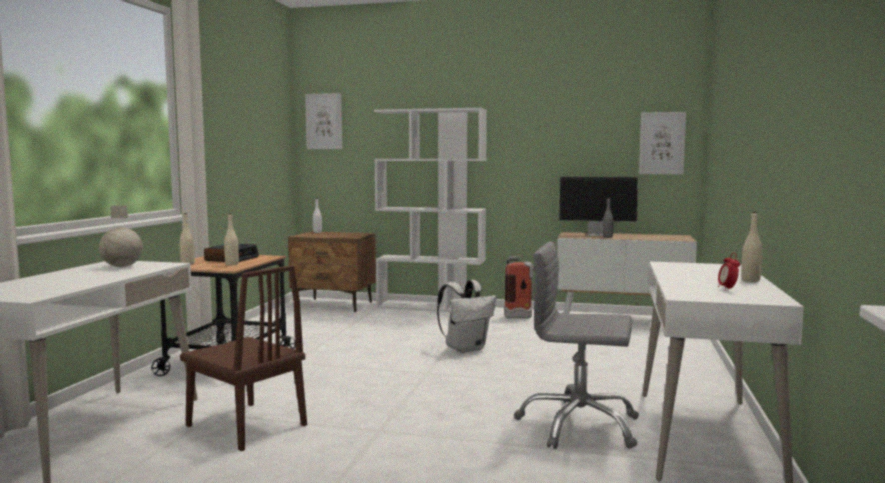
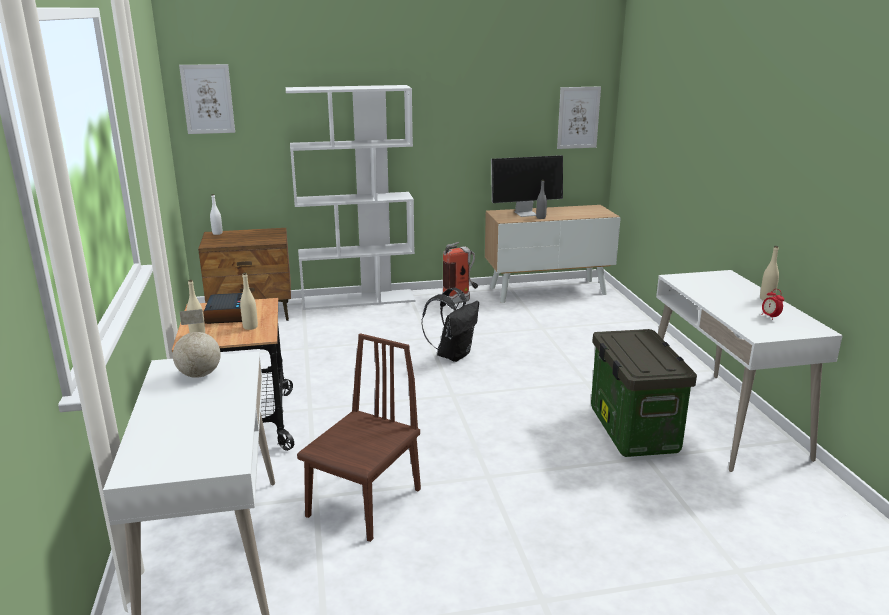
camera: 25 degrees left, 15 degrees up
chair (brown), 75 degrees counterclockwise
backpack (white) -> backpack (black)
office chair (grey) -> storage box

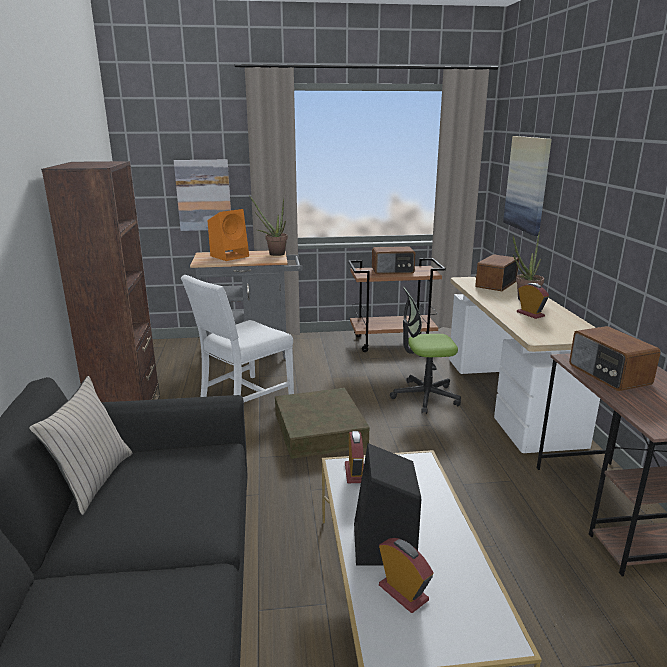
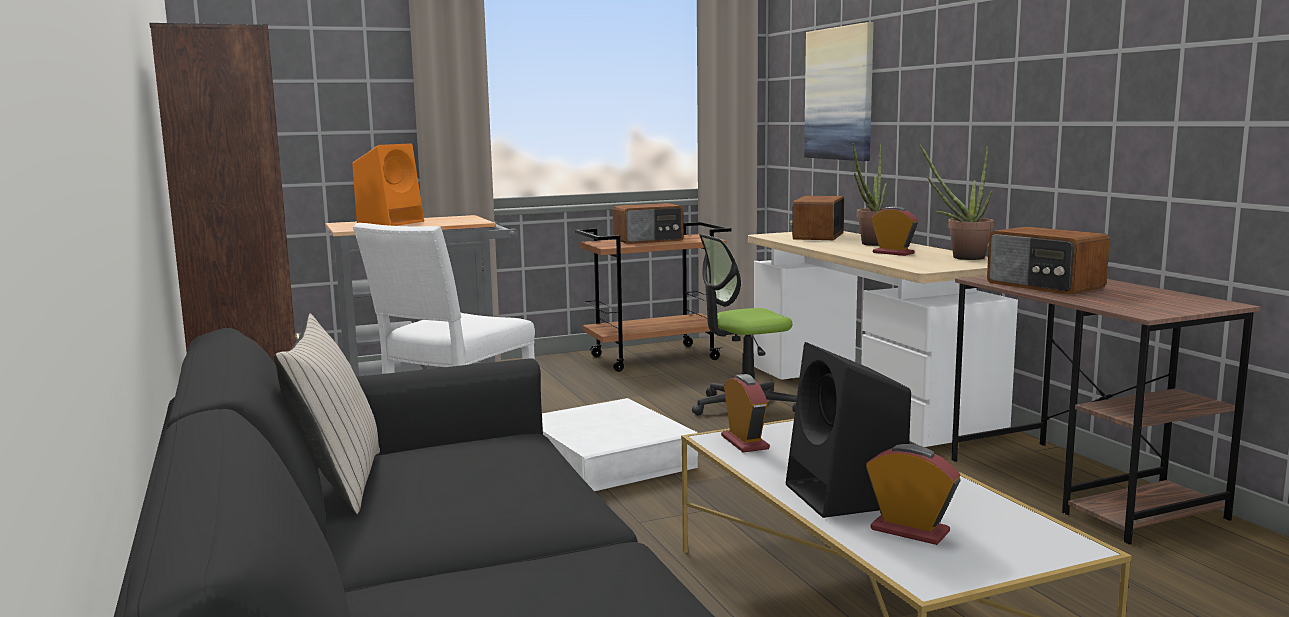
camera: 15 degrees left, 10 degrees down
storage box (brown) -> storage box (white)
potted plant (no. 1 from left in the first image) -> potted plant (no. 2 from left), shifted
picture (no. 1 from left) -> none

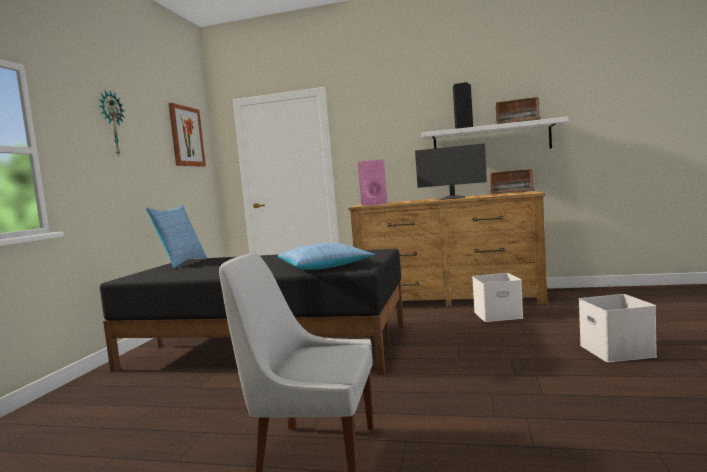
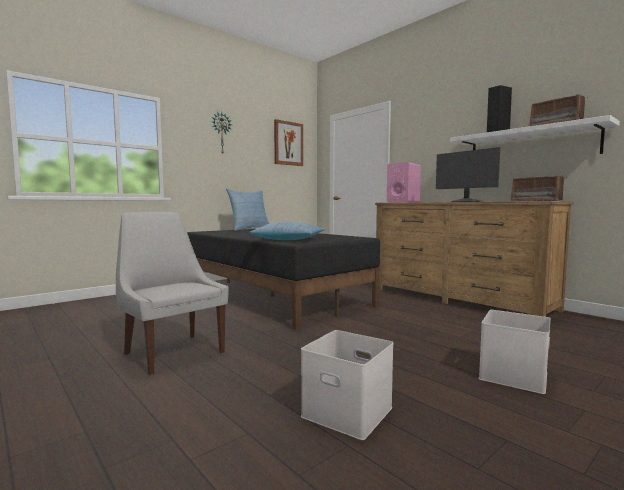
camera: 35 degrees right, 0 degrees up
storage box (white) (no. 1 from left), shifted

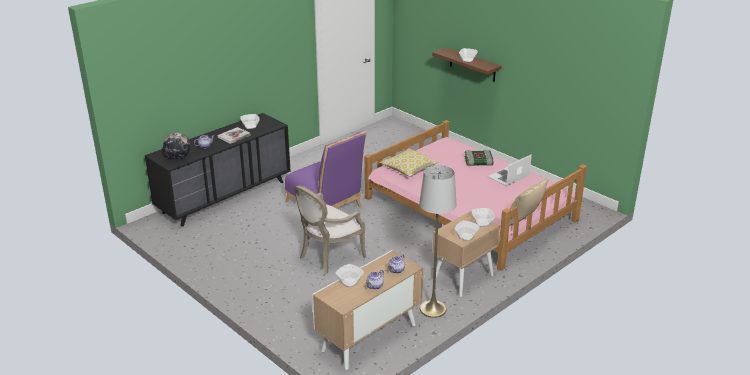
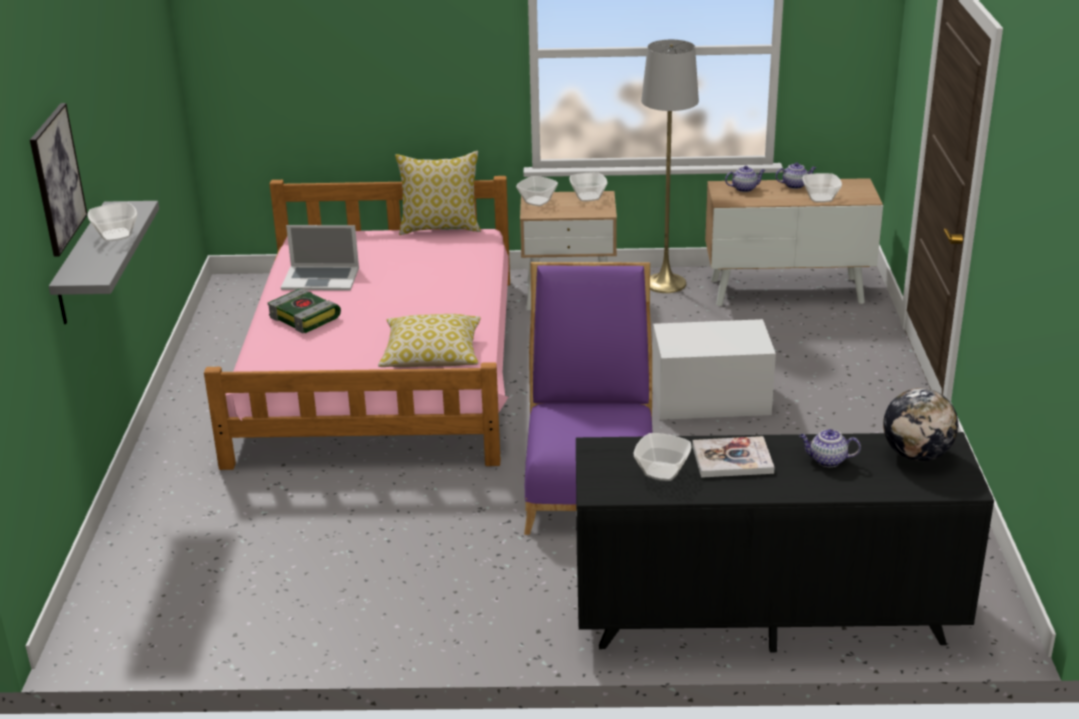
camera: 135 degrees left, 0 degrees up
none -> picture
shelf (brown) -> shelf (grey)
armchair -> storage box (white)

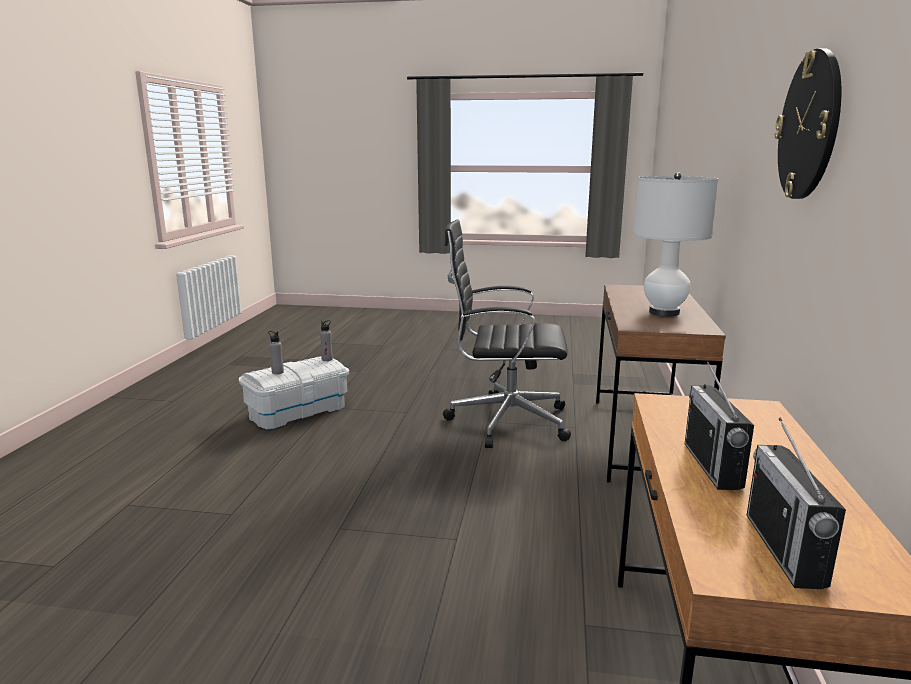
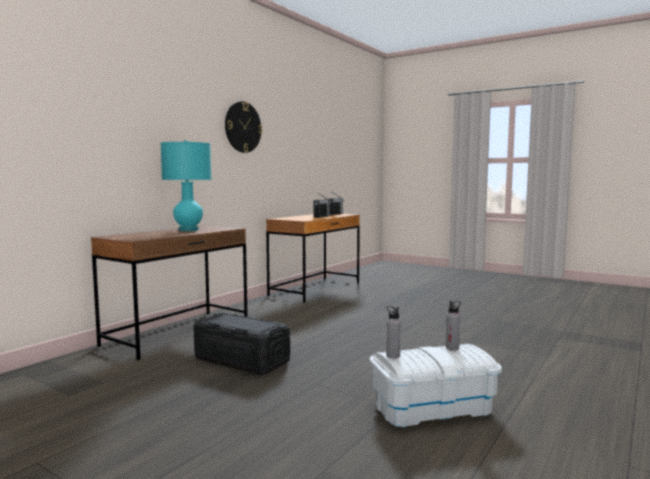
camera: 155 degrees left, 10 degrees down
table lamp (white) -> table lamp (turquoise)
office chair (black) -> storage box (black)

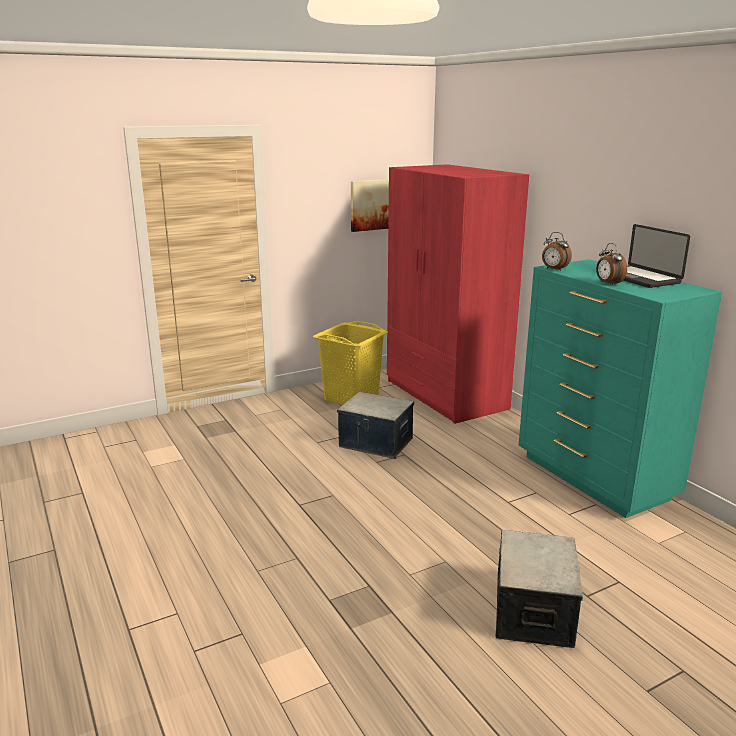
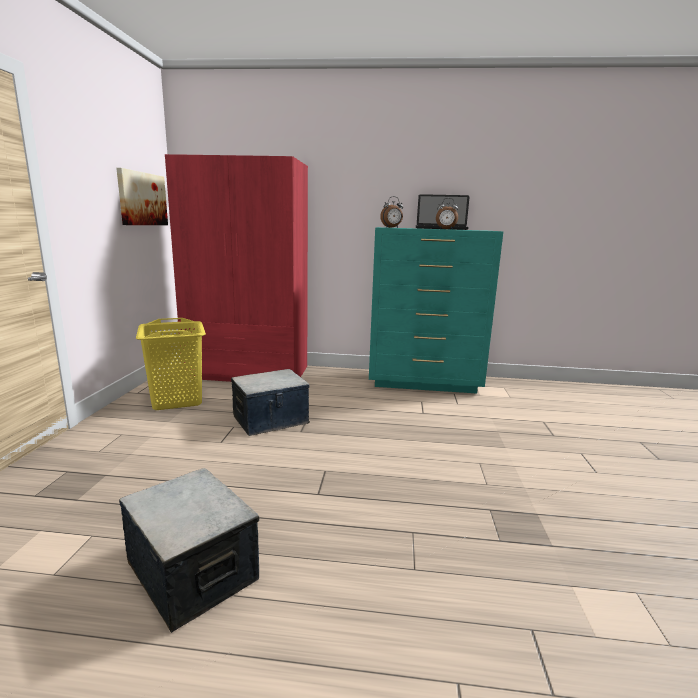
camera: 55 degrees left, 5 degrees down
storage box (no. 2 from left in the first image) -> storage box (no. 1 from left), shifted

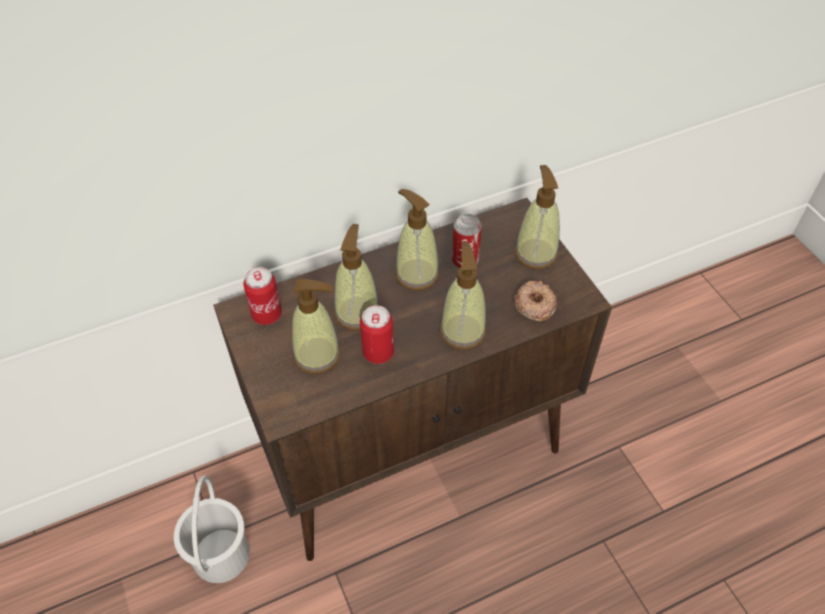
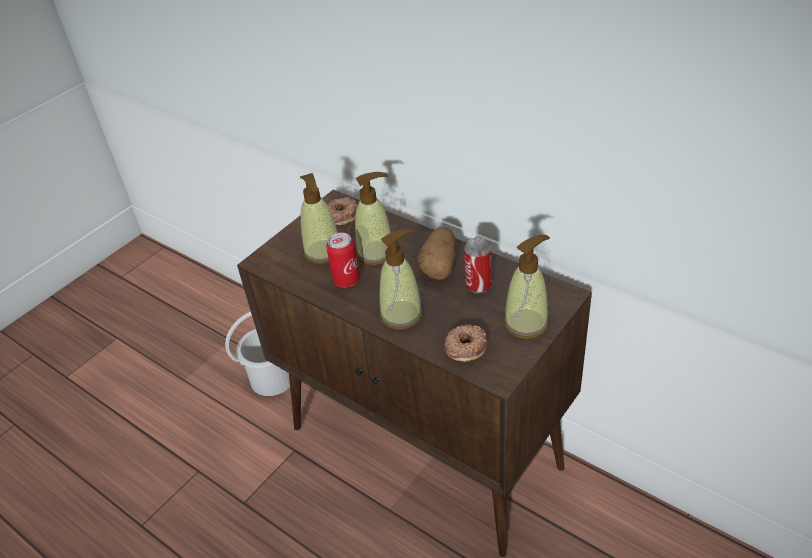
camera: 65 degrees right, 10 degrees down
can (no. 1 from left) -> donut (no. 1 from left)
soap dispenser (no. 3 from left) -> potato

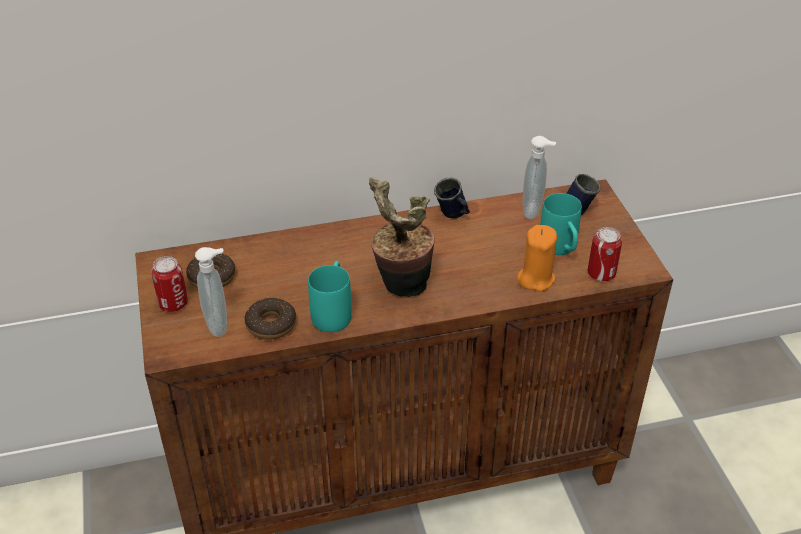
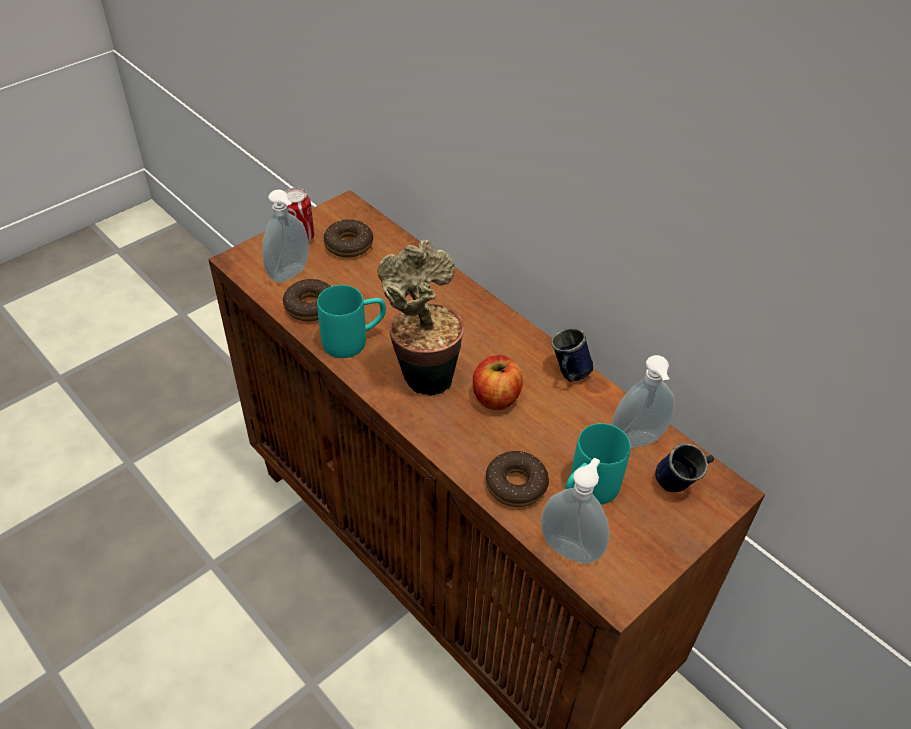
camera: 60 degrees right, 5 degrees up
none -> apple
candle (orange) -> donut (no. 3 from left)
can (no. 2 from left) -> soap dispenser (no. 2 from left)

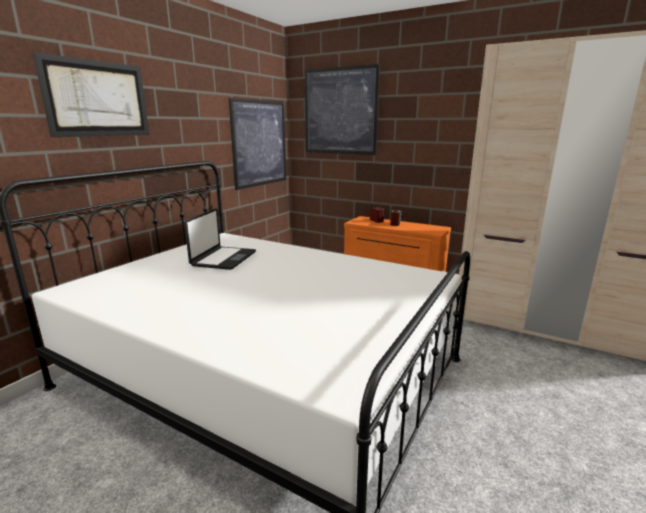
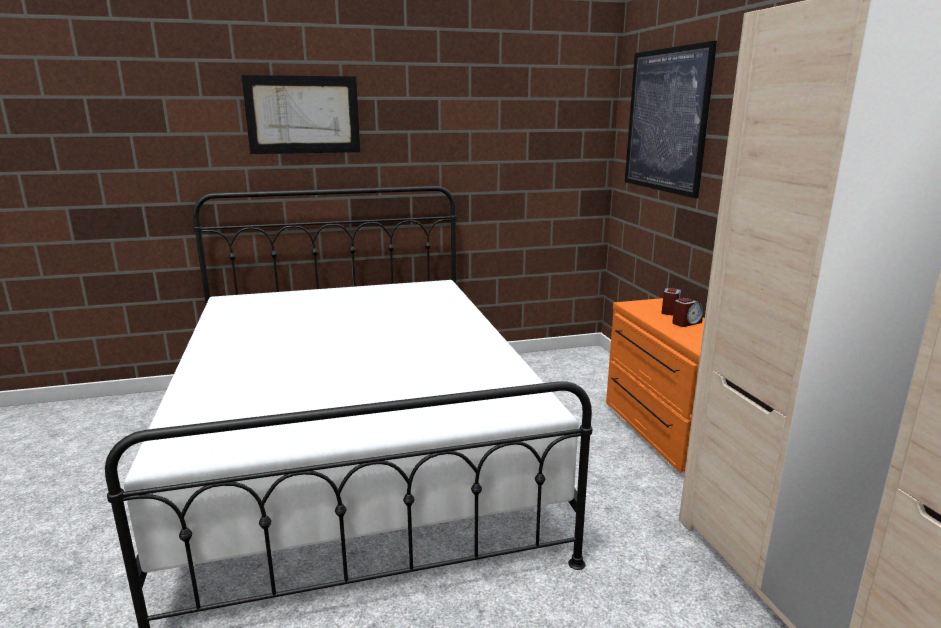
camera: 45 degrees right, 0 degrees up
laptop -> none
picture (no. 2 from left) -> none

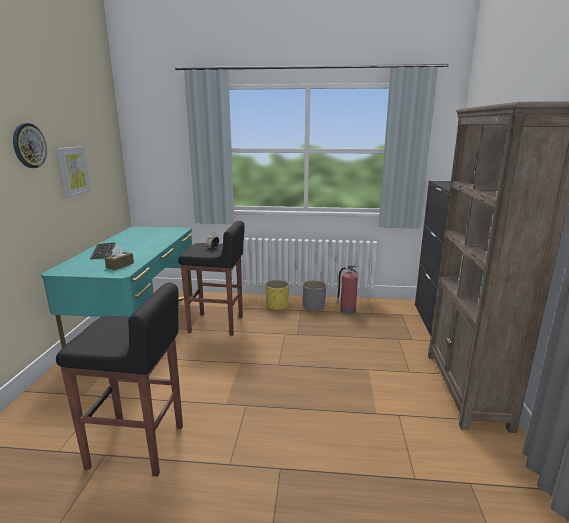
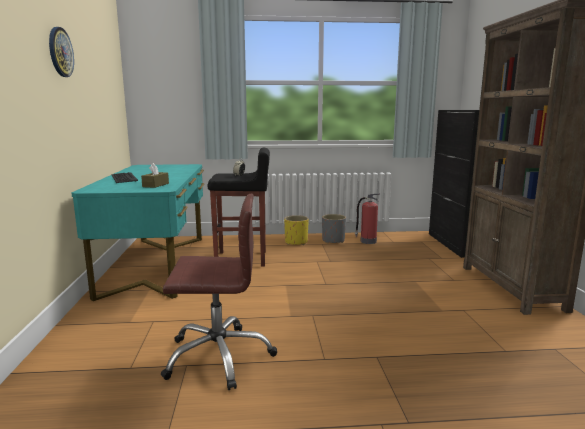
camera: 10 degrees left, 5 degrees down
stool (black) (no. 1 from left) -> office chair (brown)
picture -> none

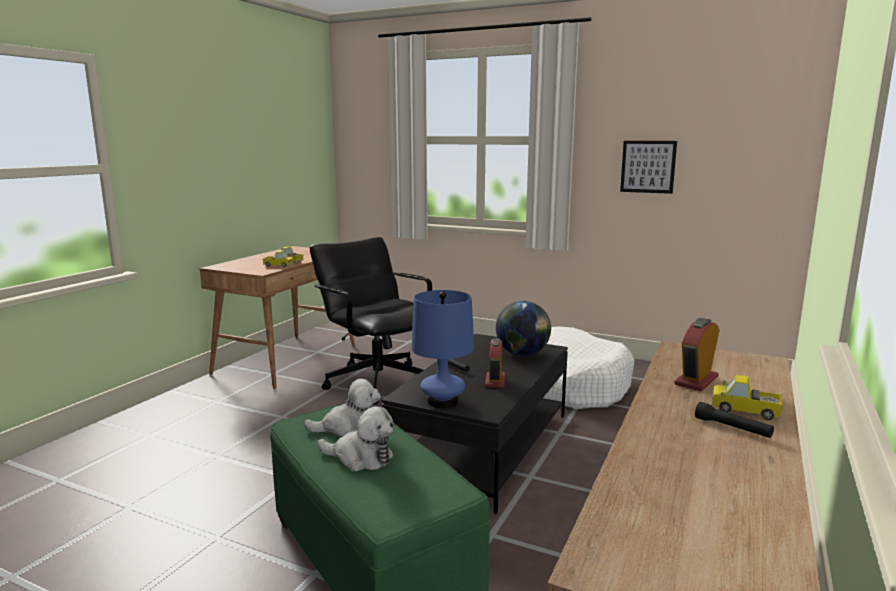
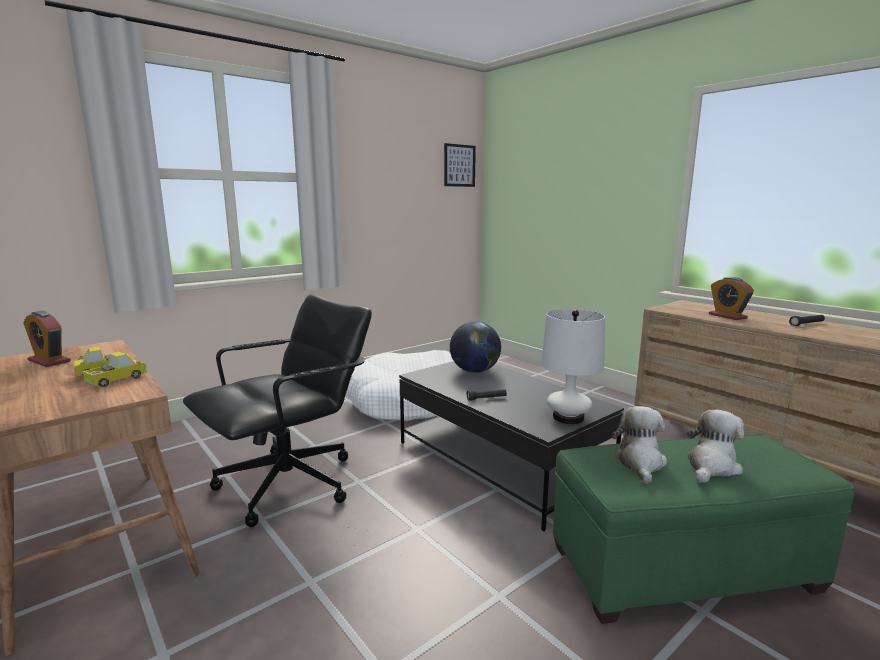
camera: 65 degrees left, 0 degrees up
alarm clock (no. 1 from left), shifted
office chair (black), 150 degrees clockwise
picture, shifted
table lamp (blue) -> table lamp (white)
toy truck (no. 3 from left) -> none

